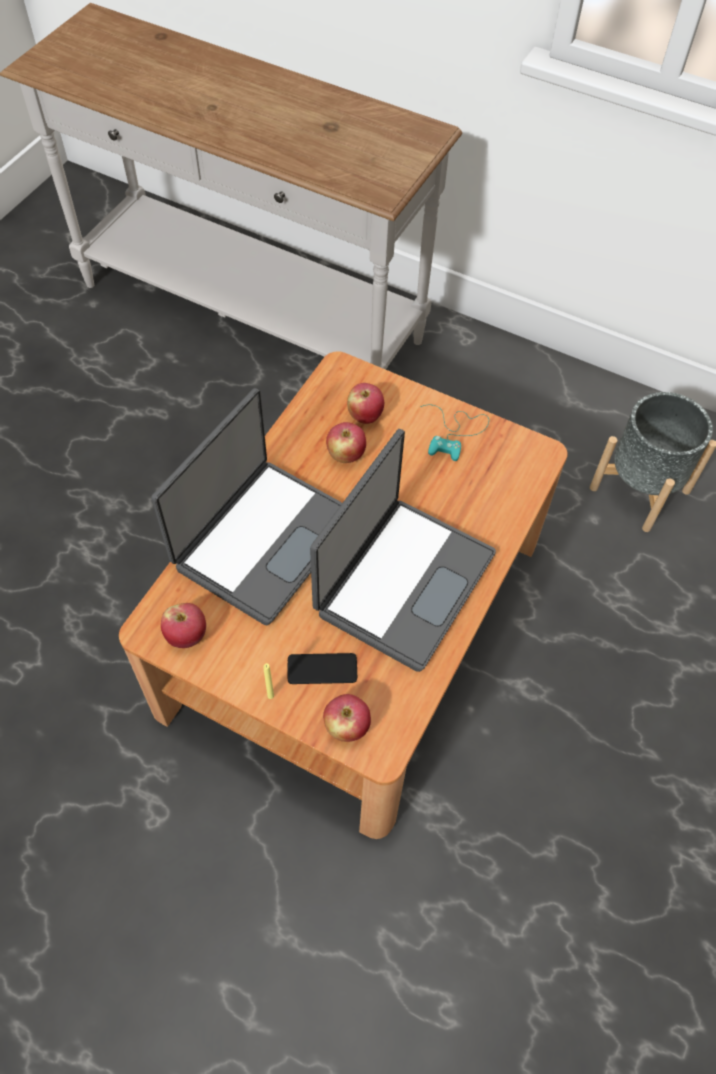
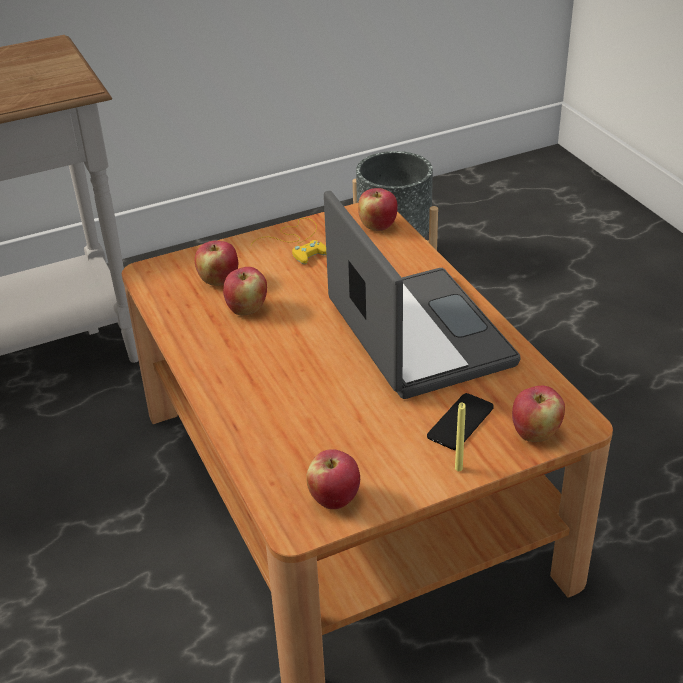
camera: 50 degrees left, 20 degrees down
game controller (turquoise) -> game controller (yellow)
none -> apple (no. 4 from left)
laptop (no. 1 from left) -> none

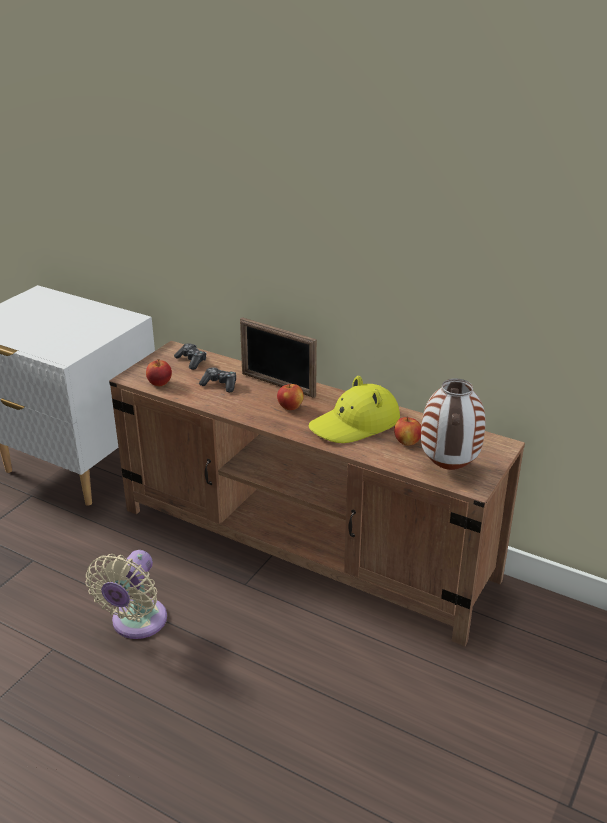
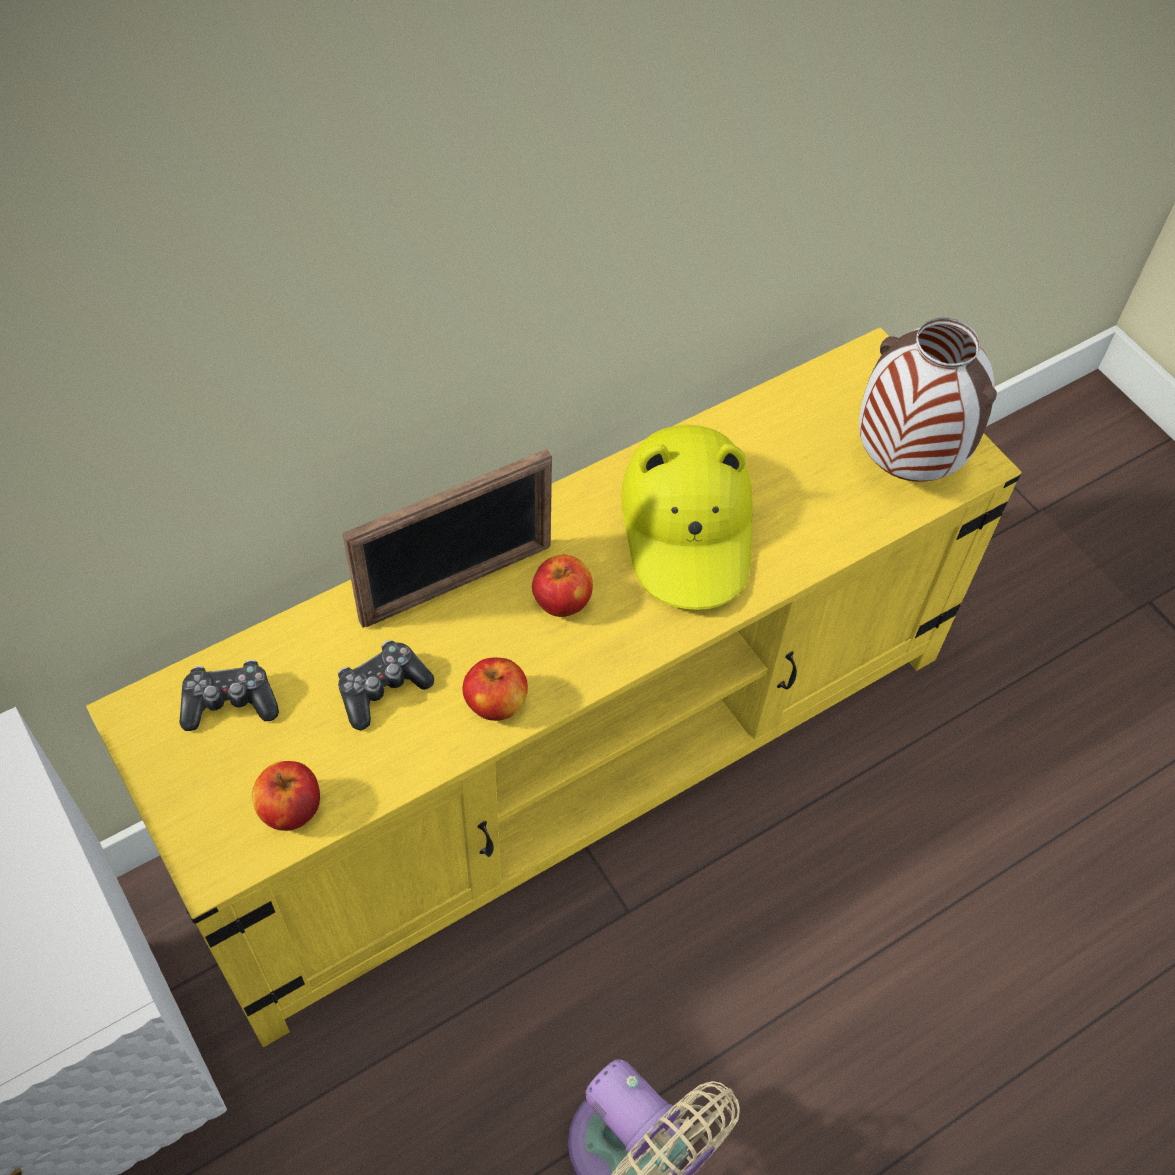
camera: 65 degrees left, 25 degrees up
tv stand (brown) -> tv stand (yellow)
apple (no. 3 from left in the first image) -> apple (no. 2 from left), shifted

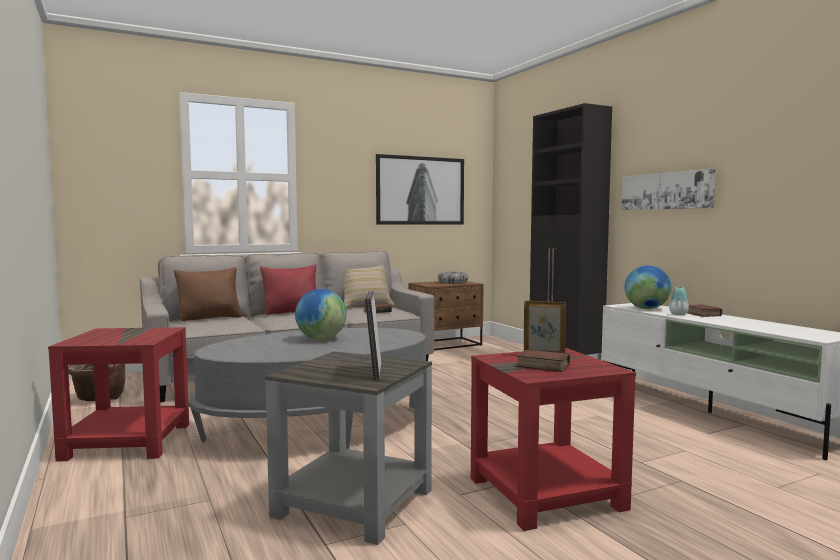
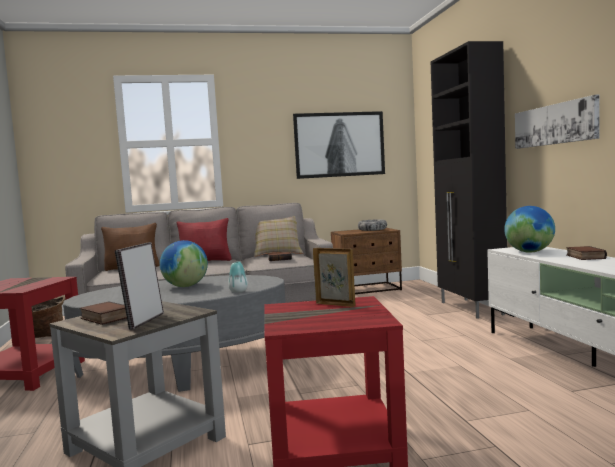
camera: 15 degrees right, 0 degrees up
book (no. 2 from left in the first image) -> book (no. 1 from left), shifted
vase, shifted

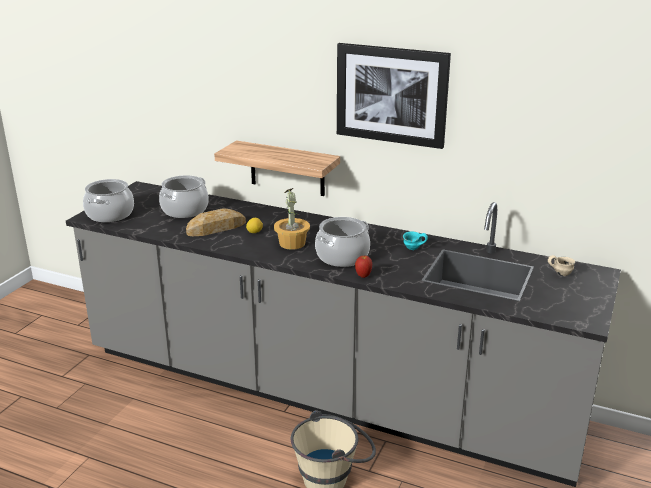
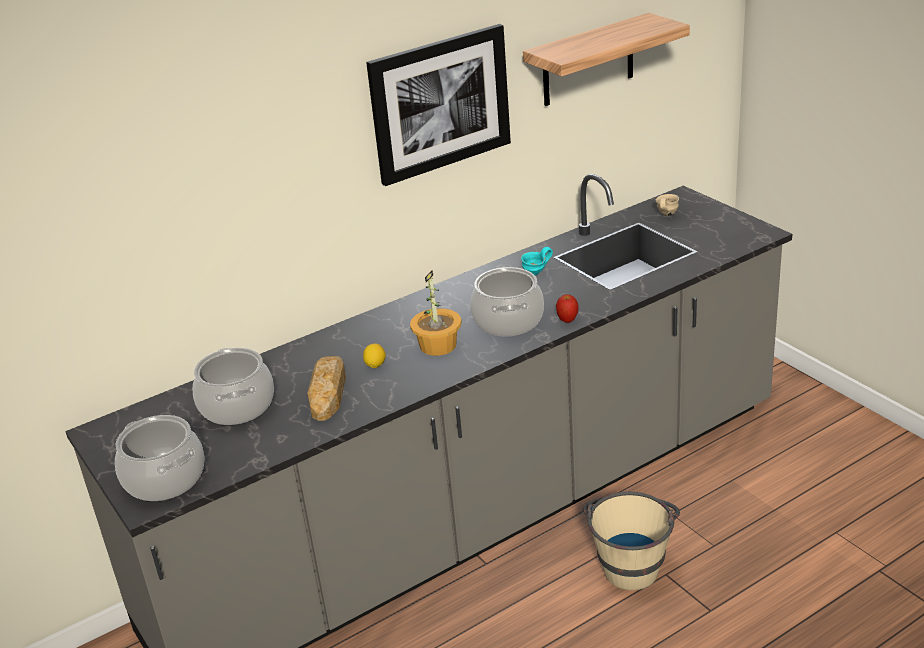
camera: 55 degrees left, 5 degrees up
shelf, shifted

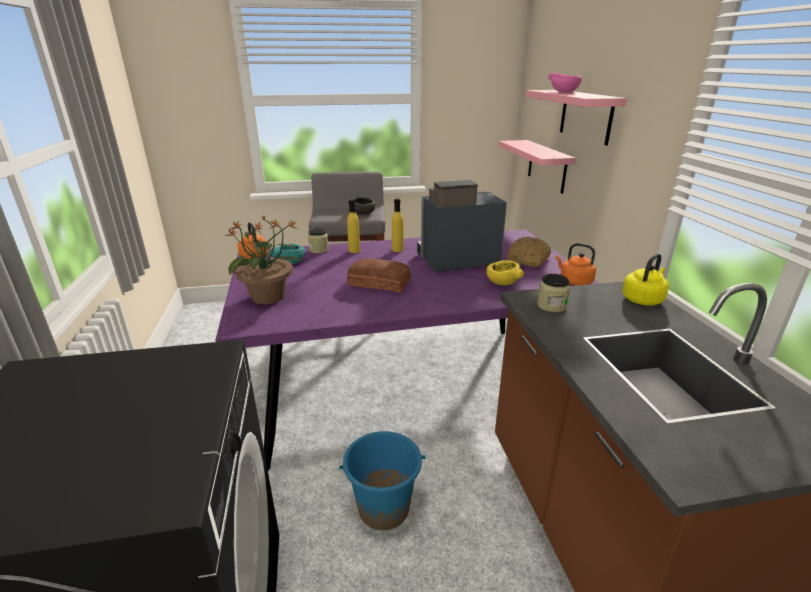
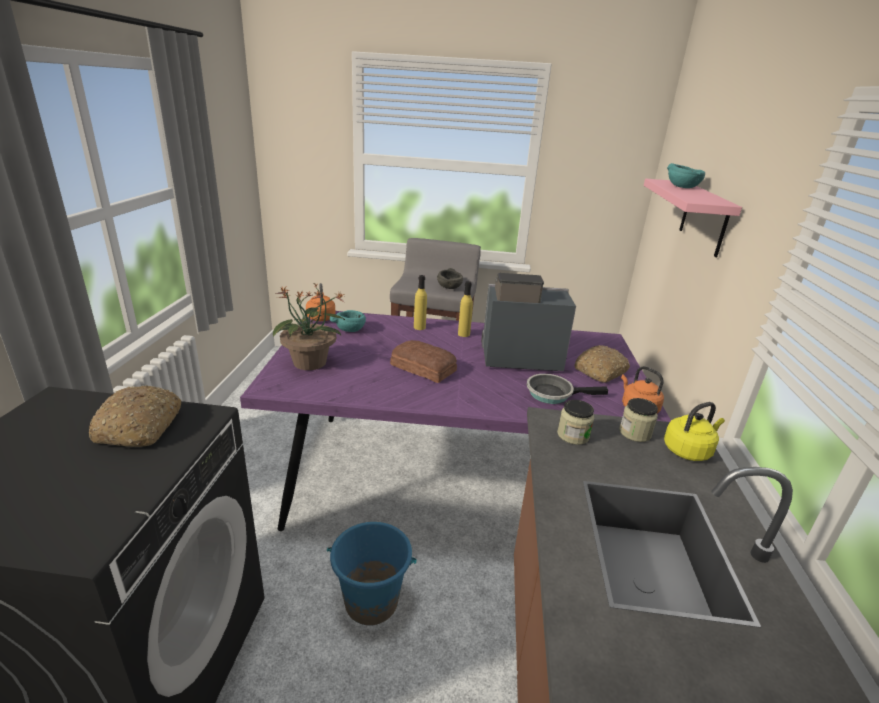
camera: 15 degrees right, 0 degrees up
none -> bread (no. 1 from left)
bowl (yellow) -> frying pan
jar (no. 1 from left in the first image) -> jar (no. 2 from left), shifted
bowl (pink) -> bowl (turquoise) (no. 2 from left)
shelf (pink) (no. 1 from left) -> none

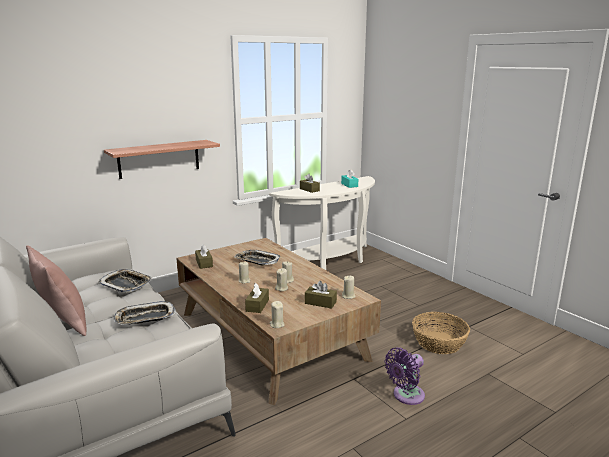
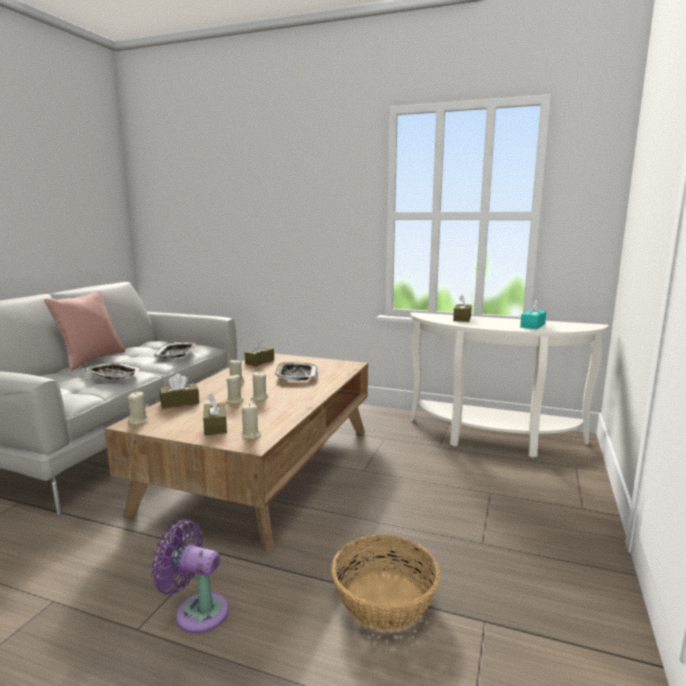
camera: 55 degrees right, 5 degrees down
shelf -> none

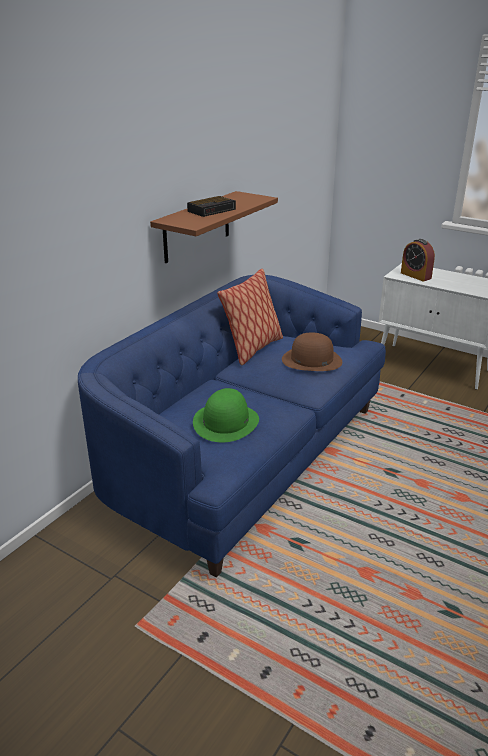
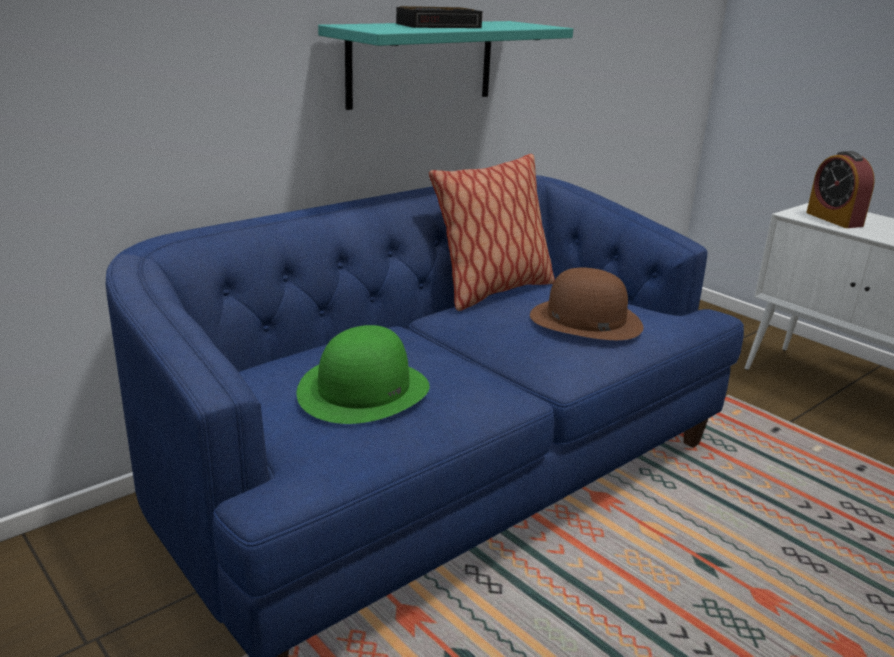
camera: 15 degrees right, 5 degrees down
shelf (brown) -> shelf (turquoise)

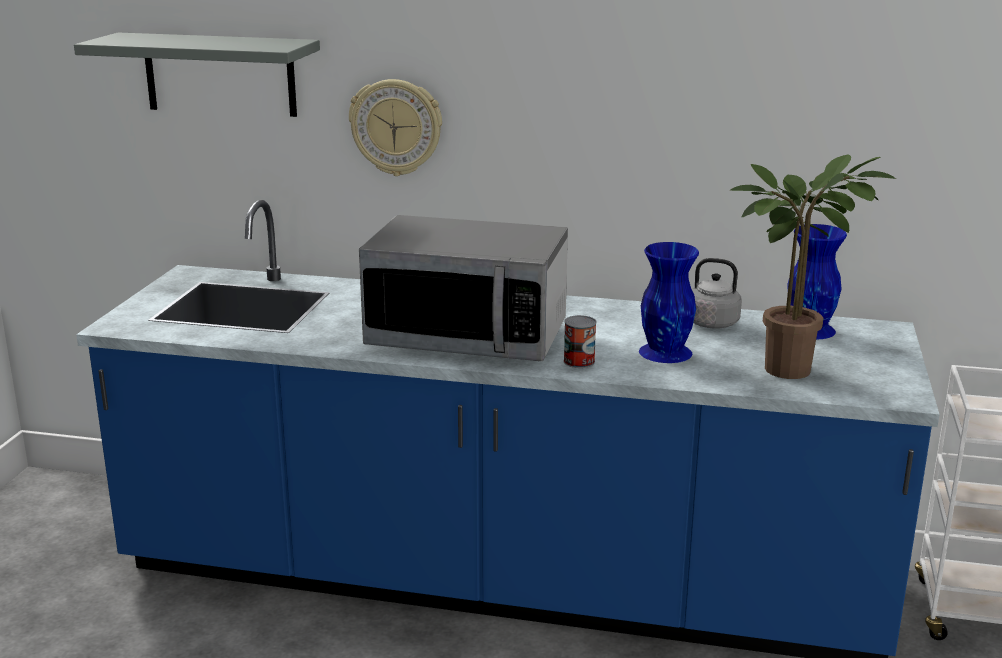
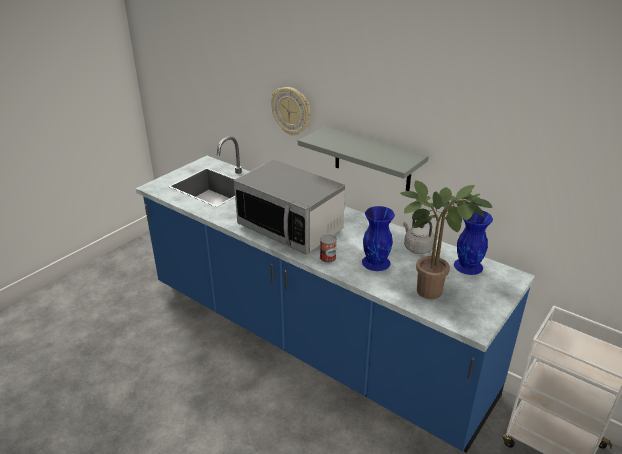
camera: 25 degrees right, 10 degrees up
shelf (grey), shifted

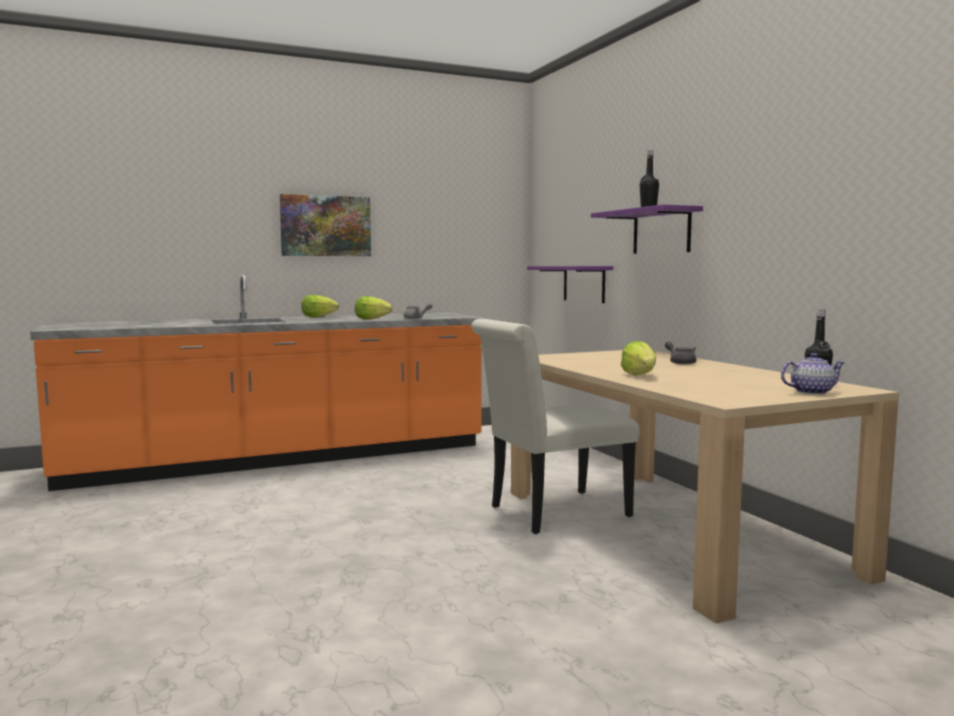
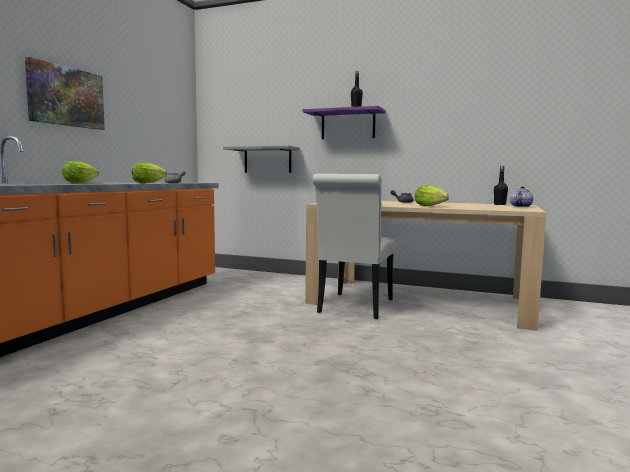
camera: 45 degrees left, 0 degrees up
shelf (purple) (no. 1 from left) -> shelf (grey)

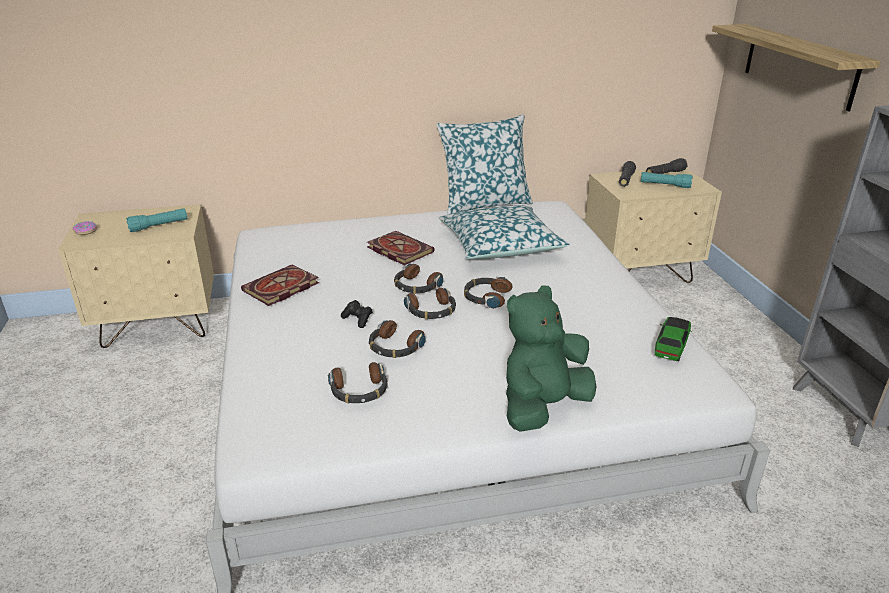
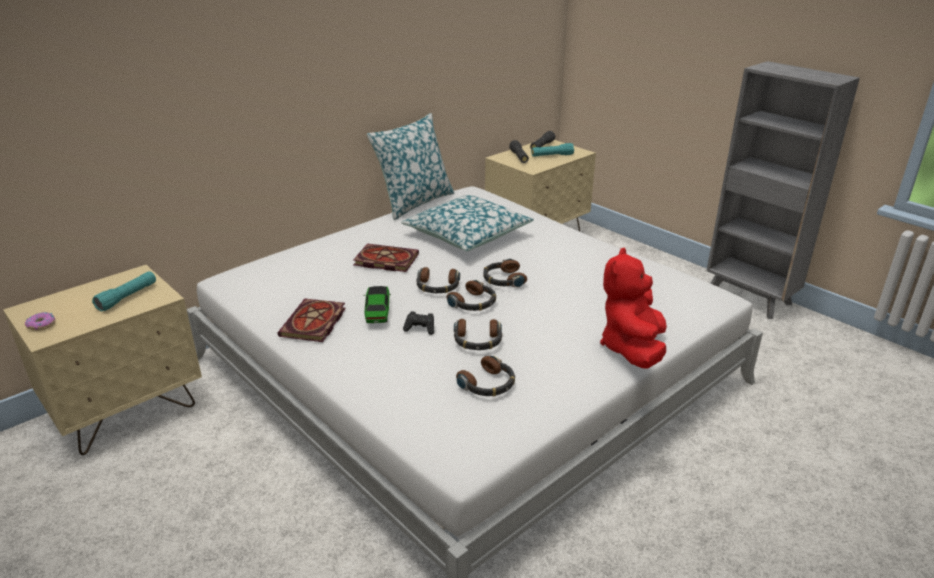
camera: 30 degrees left, 0 degrees up
toy car, shifted
plush toy (green) -> plush toy (red)
shelf -> none

